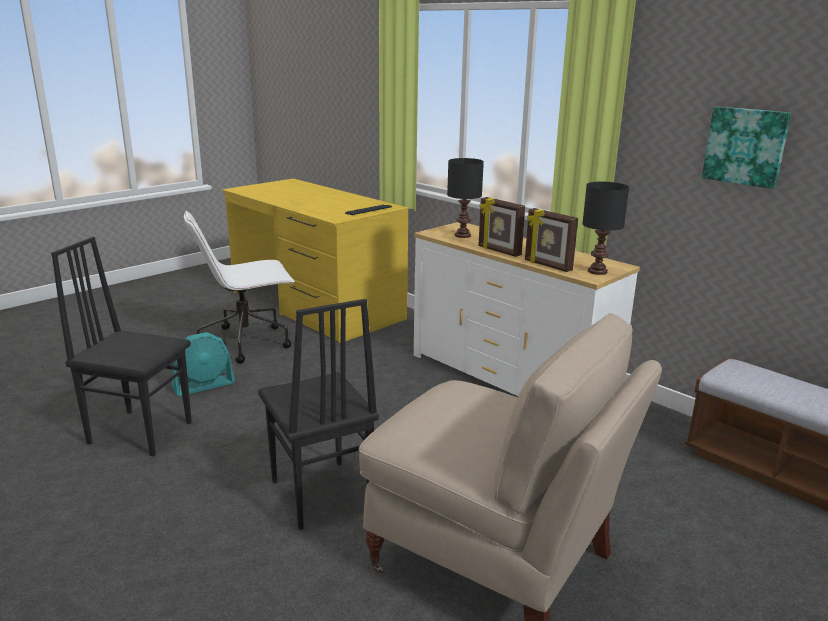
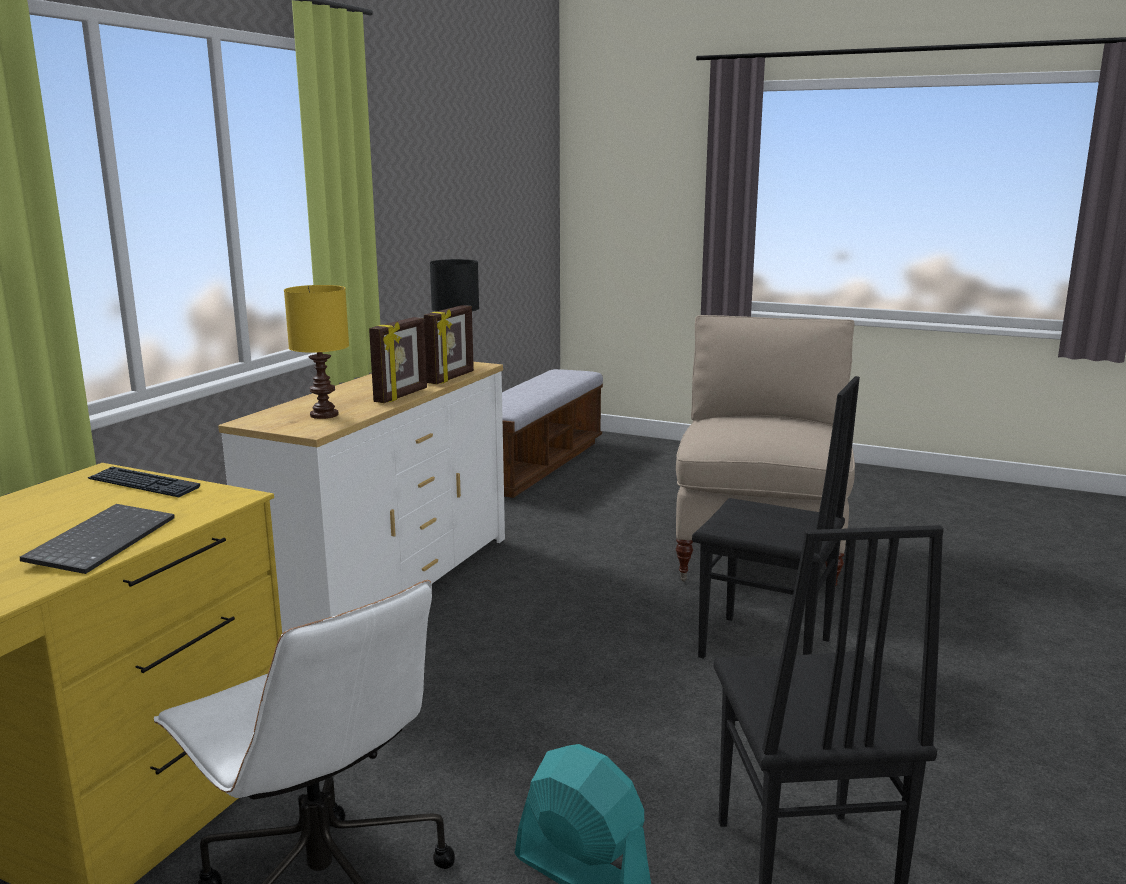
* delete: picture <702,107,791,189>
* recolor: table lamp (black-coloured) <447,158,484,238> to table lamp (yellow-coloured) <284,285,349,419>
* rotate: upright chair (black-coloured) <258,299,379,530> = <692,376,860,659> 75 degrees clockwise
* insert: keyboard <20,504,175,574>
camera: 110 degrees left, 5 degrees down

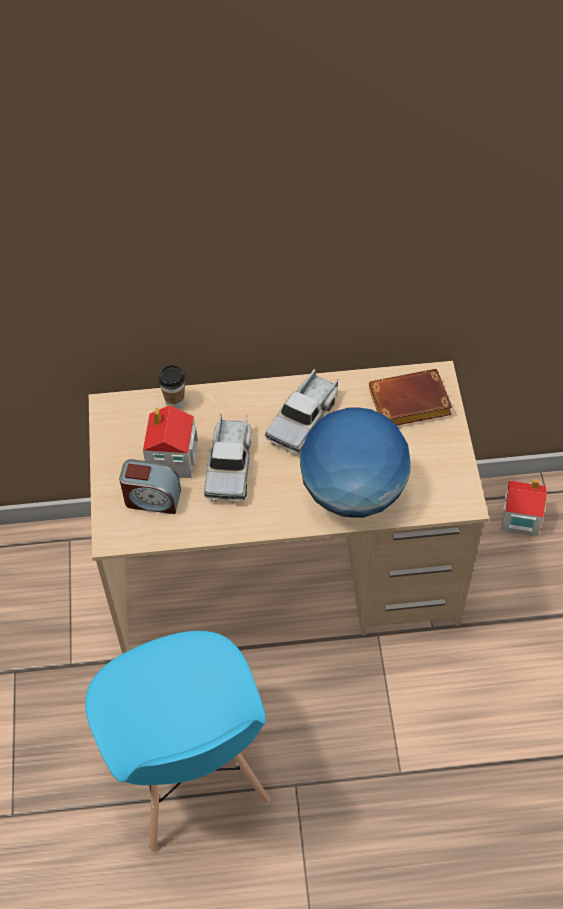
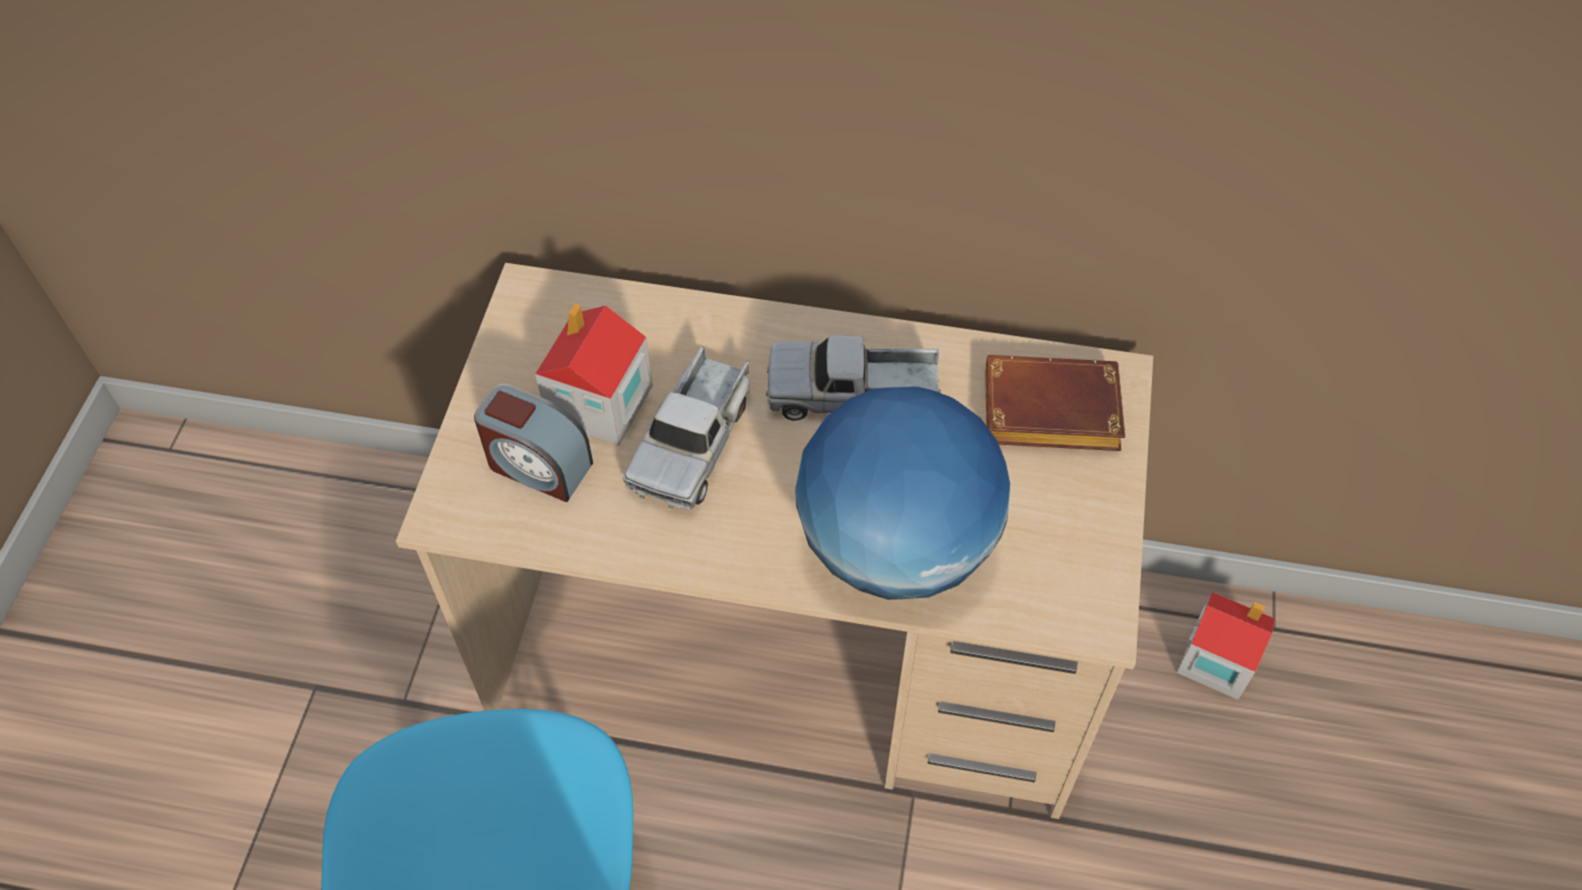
* delete: cup <158,365,185,409>
* rotate: toy truck <265,369,338,453> = <766,335,941,421> 45 degrees clockwise
camera: 15 degrees right, 0 degrees up

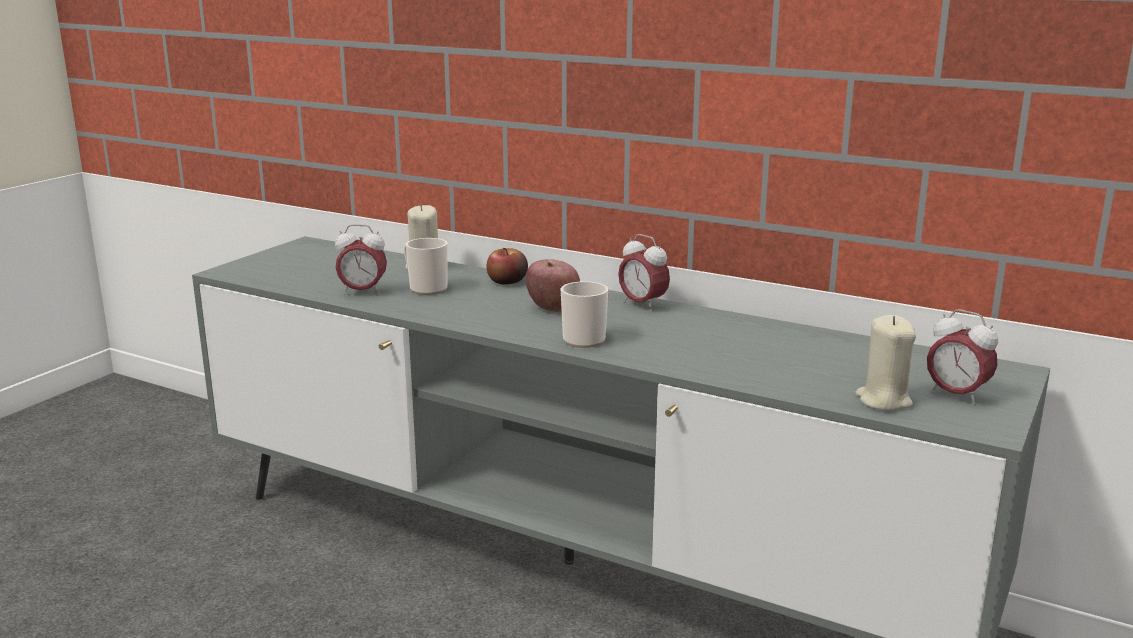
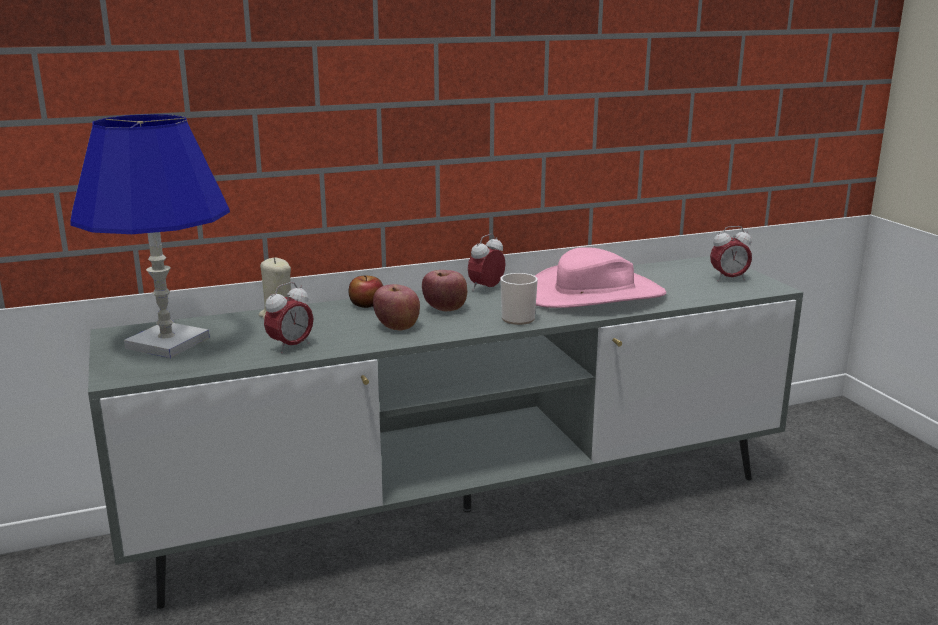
* rotate: alarm clock <618,234,670,311> = <468,234,506,291> 135 degrees clockwise
* delete: coffee mug <404,238,448,295>
* delete: candle (sand-coloured) <855,315,916,411>
* insert: table lamp (blue) <70,114,230,358>
* insert: hat (pink-coloured) <535,247,666,308>
* insert: apple fruit <373,284,420,331>
camera: 50 degrees left, 0 degrees up

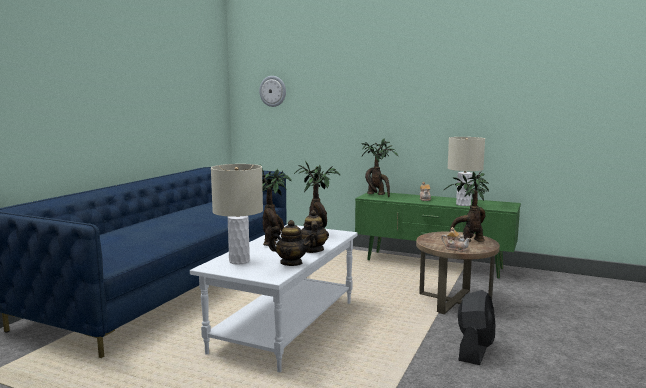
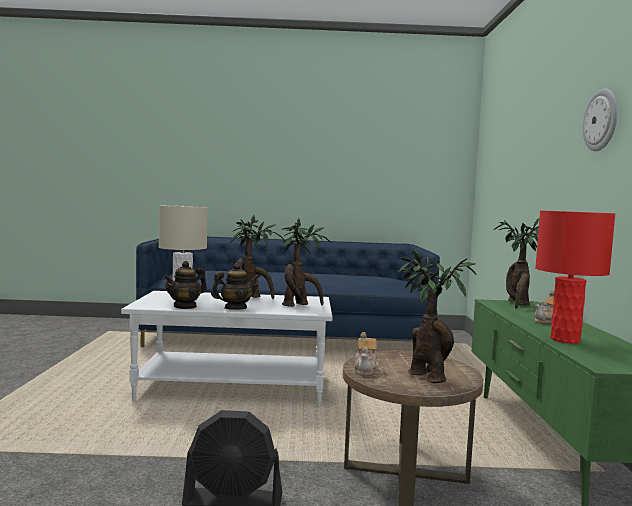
* move: hanging clock <259,76,286,107> to <583,89,618,151>
* recolor: table lamp (sand-coloured) <448,137,485,206> to table lamp (red) <535,210,616,344>
* rotate: pot for tea <269,220,314,266> = <163,261,207,309> 45 degrees clockwise
camera: 65 degrees right, 5 degrees down

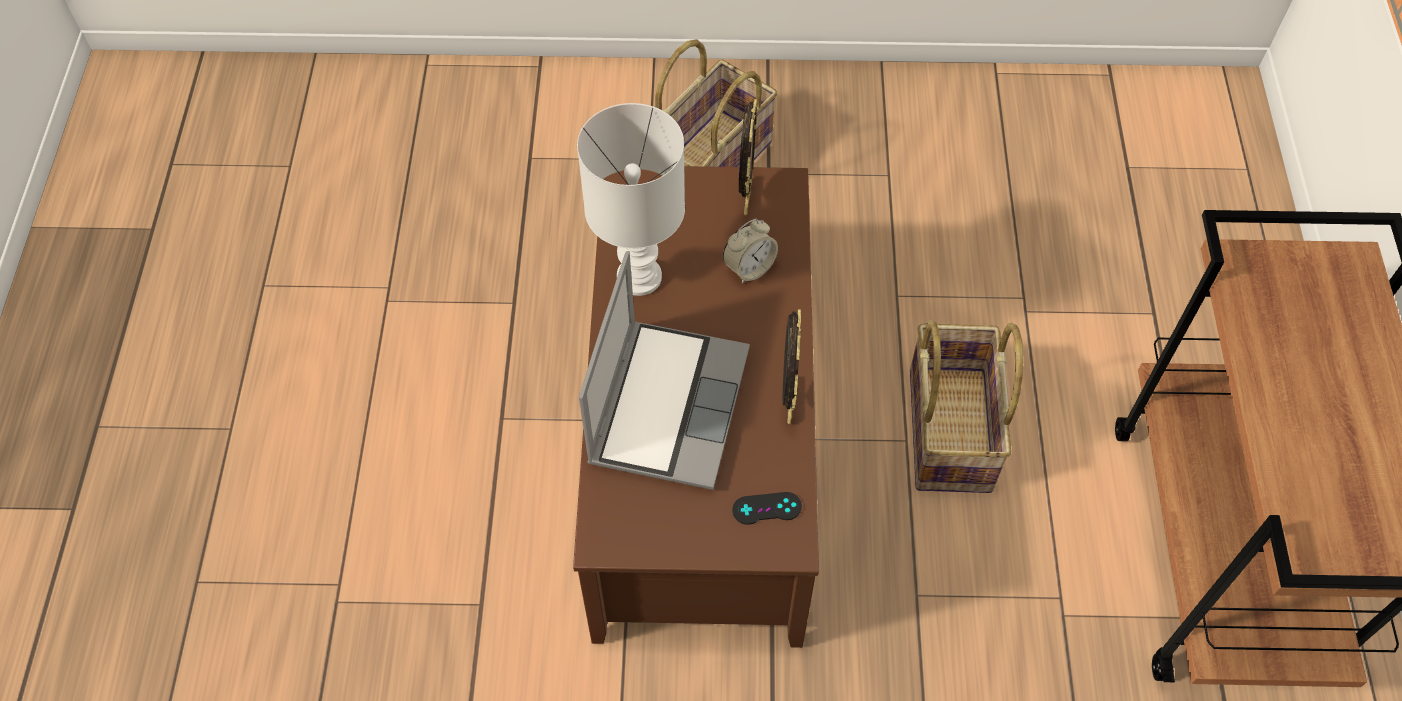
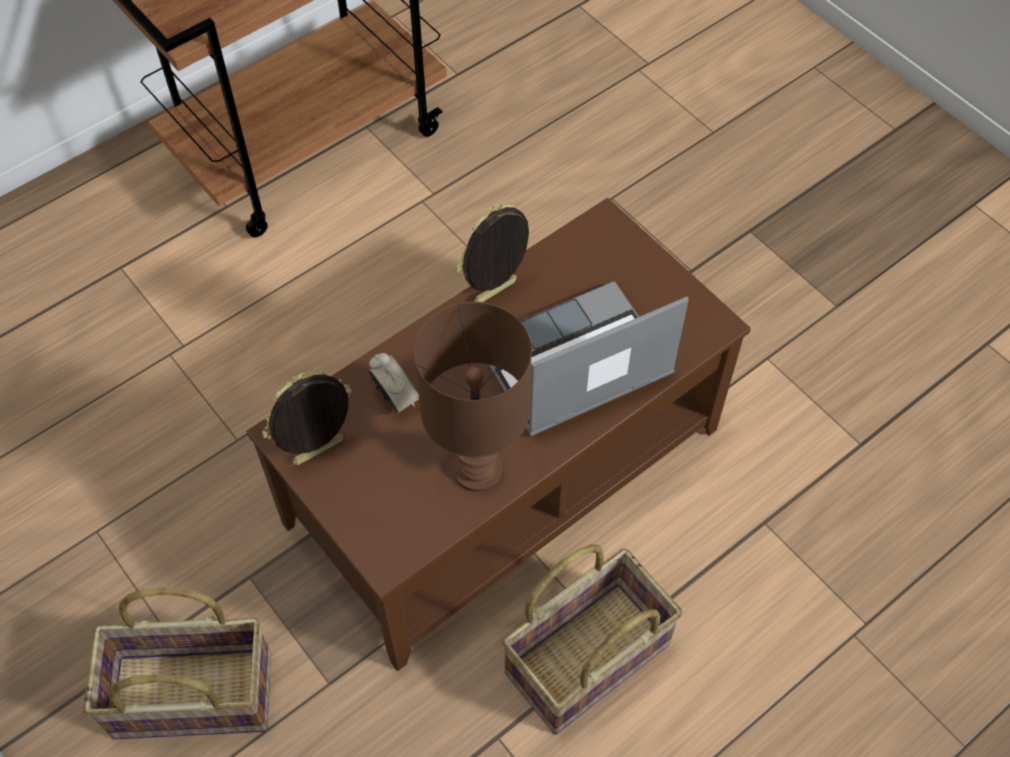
* recolor: table lamp (whitish) <577,103,685,296> to table lamp (brown) <414,302,532,492>
* rotate: alarm clock <723,219,778,283> = <368,353,419,414> 45 degrees clockwise
* move: household basket <910,320,1023,493> to <502,544,682,734>
* delete: gamepad (black-coloured) <732,492,802,525>
camera: 130 degrees left, 0 degrees up

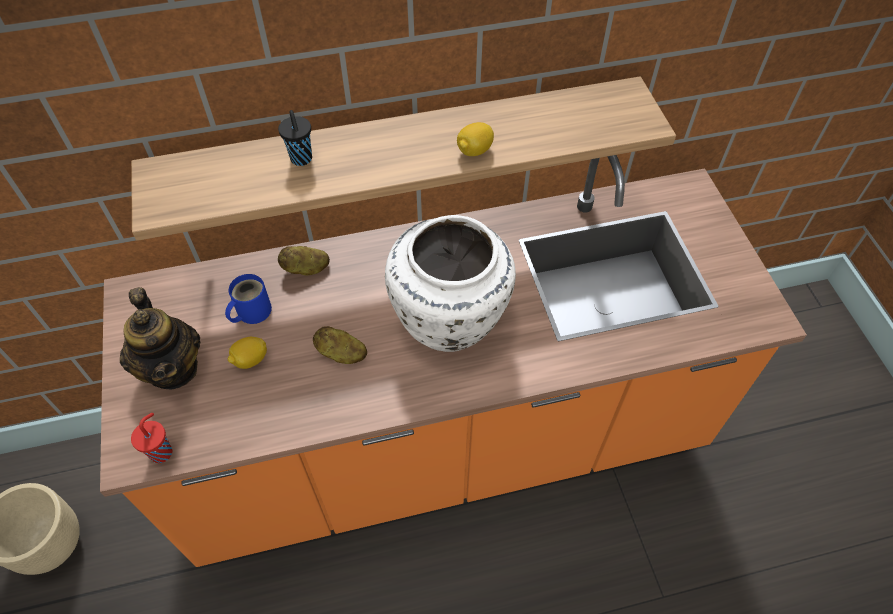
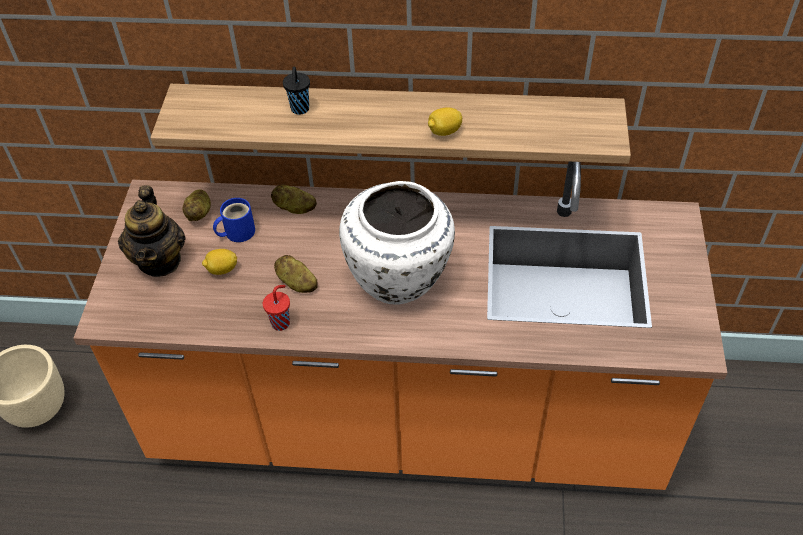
* move: cup (red) <131,413,172,463> to <263,285,290,331>
* insert: spud <182,189,211,221>
camera: 20 degrees right, 5 degrees down

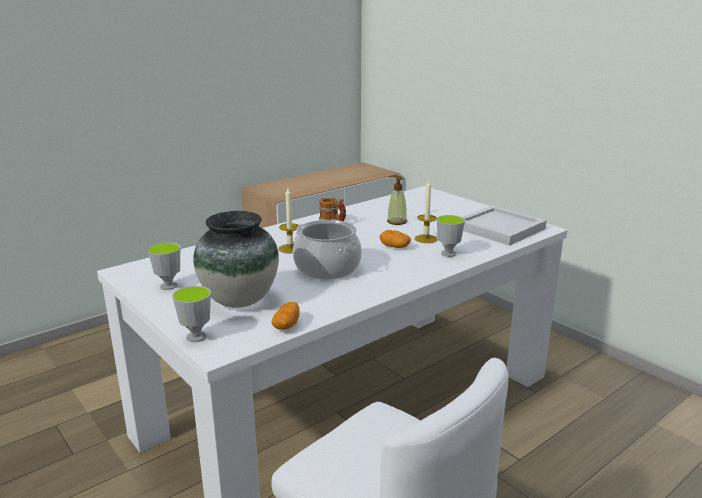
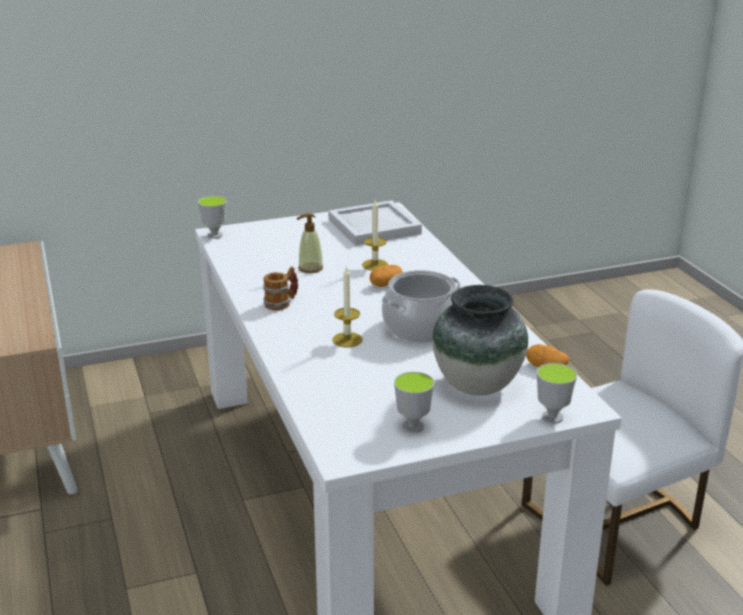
* move: cup <437,215,465,257> to <198,196,227,239>
camera: 70 degrees left, 5 degrees up

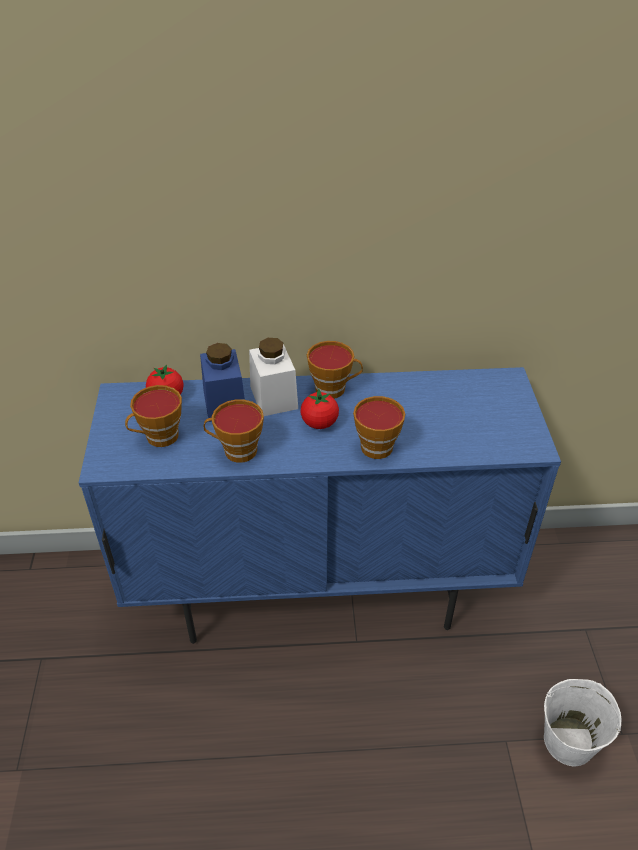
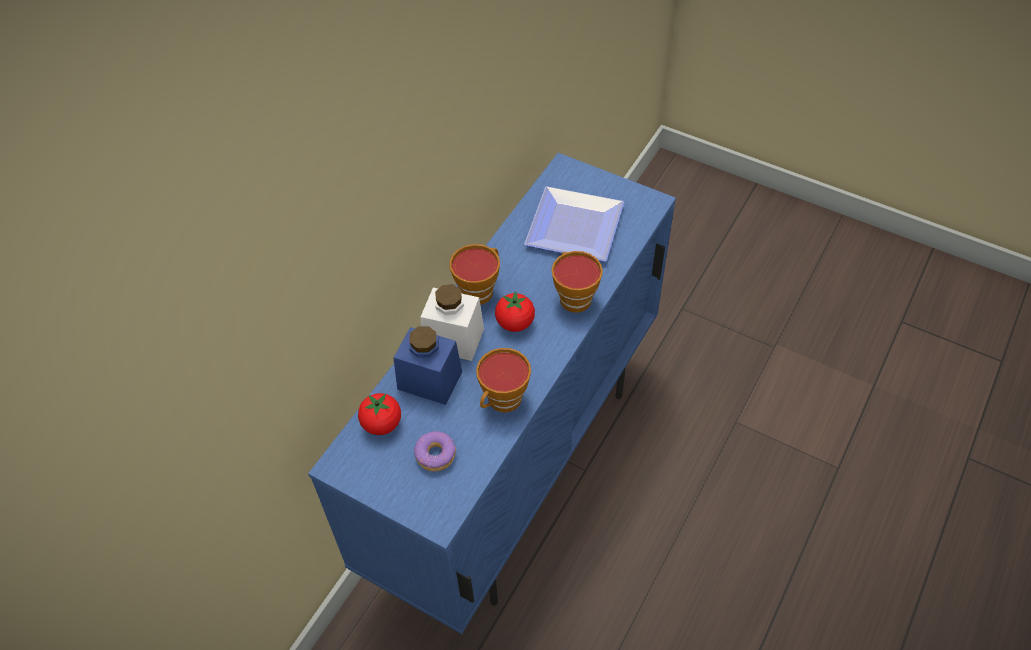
* replace: cup <125,385,182,447> to donut <414,431,456,472>
* delete: bucket (whitish) <544,679,621,766>
* insert: dinner plate <524,186,624,261>
camera: 55 degrees left, 10 degrees up

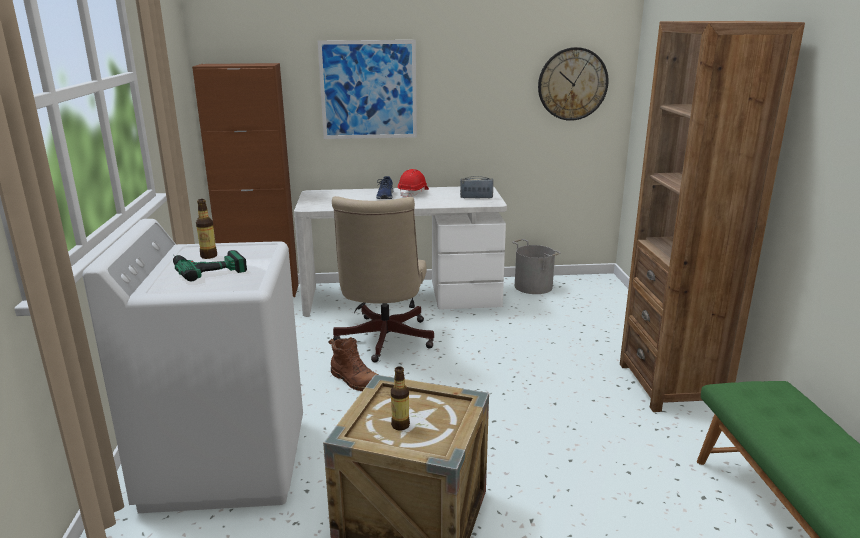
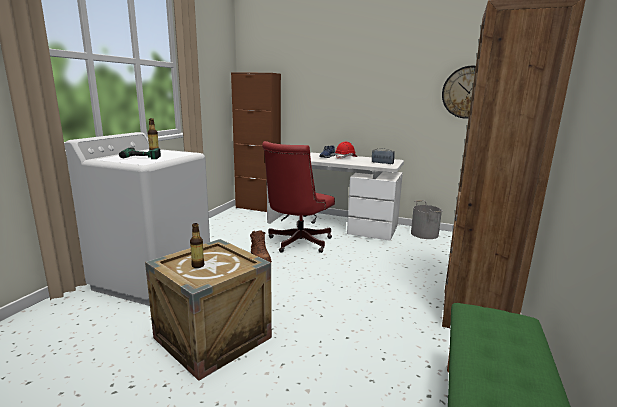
* delete: picture <318,40,417,139>
* recolor: office chair (sand-coloured) <332,196,434,363> to office chair (red) <262,141,335,253>
camera: 25 degrees right, 5 degrees down

